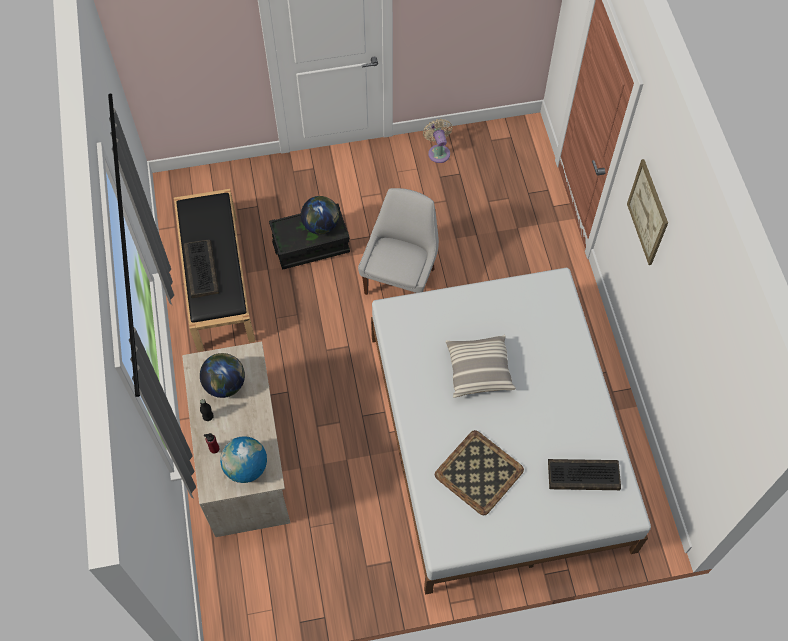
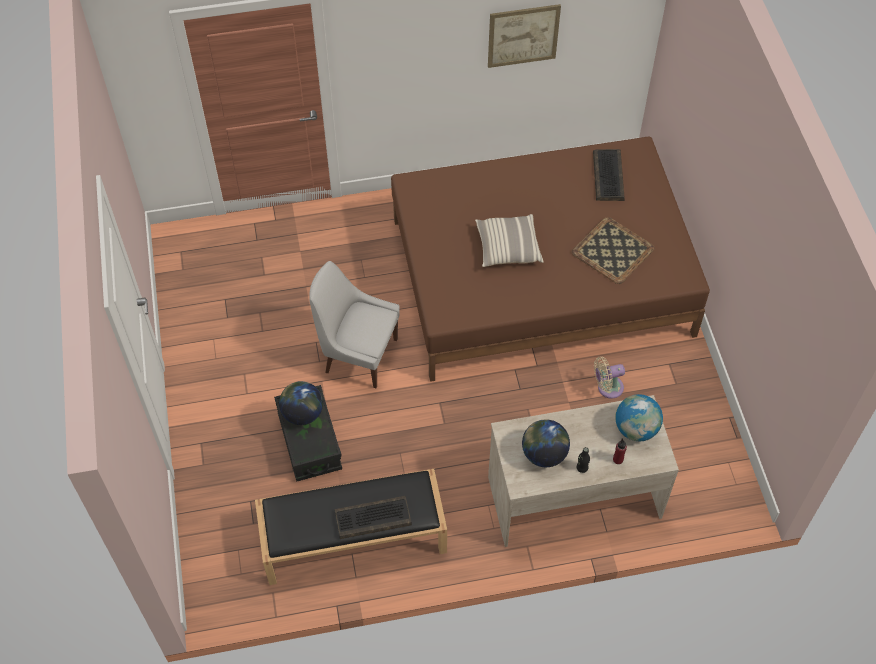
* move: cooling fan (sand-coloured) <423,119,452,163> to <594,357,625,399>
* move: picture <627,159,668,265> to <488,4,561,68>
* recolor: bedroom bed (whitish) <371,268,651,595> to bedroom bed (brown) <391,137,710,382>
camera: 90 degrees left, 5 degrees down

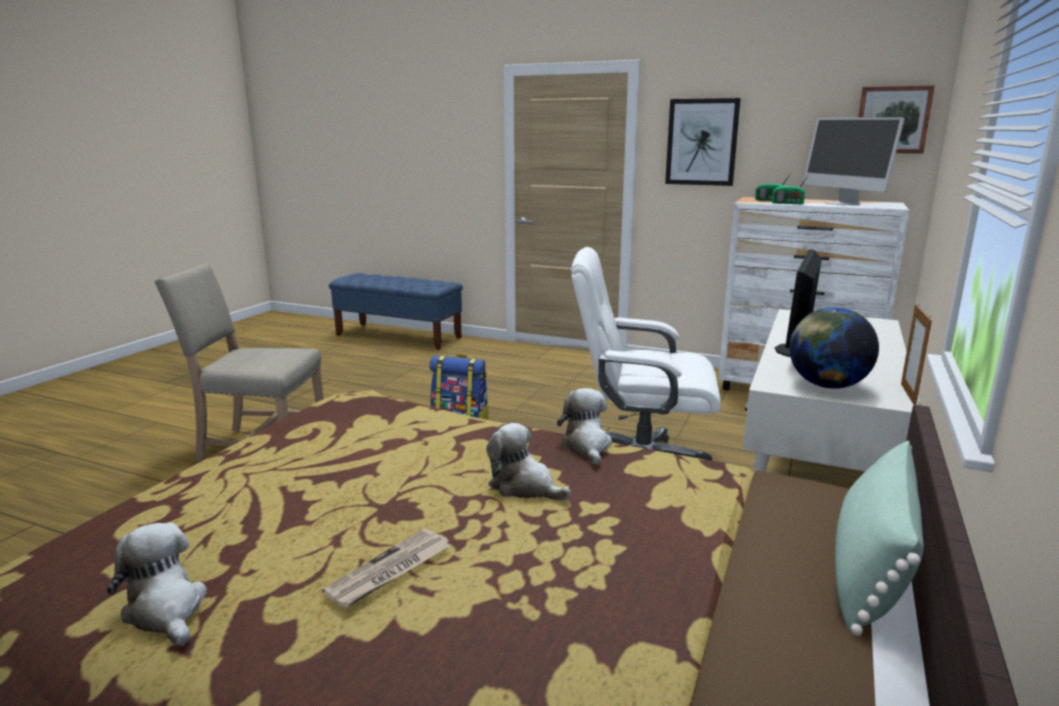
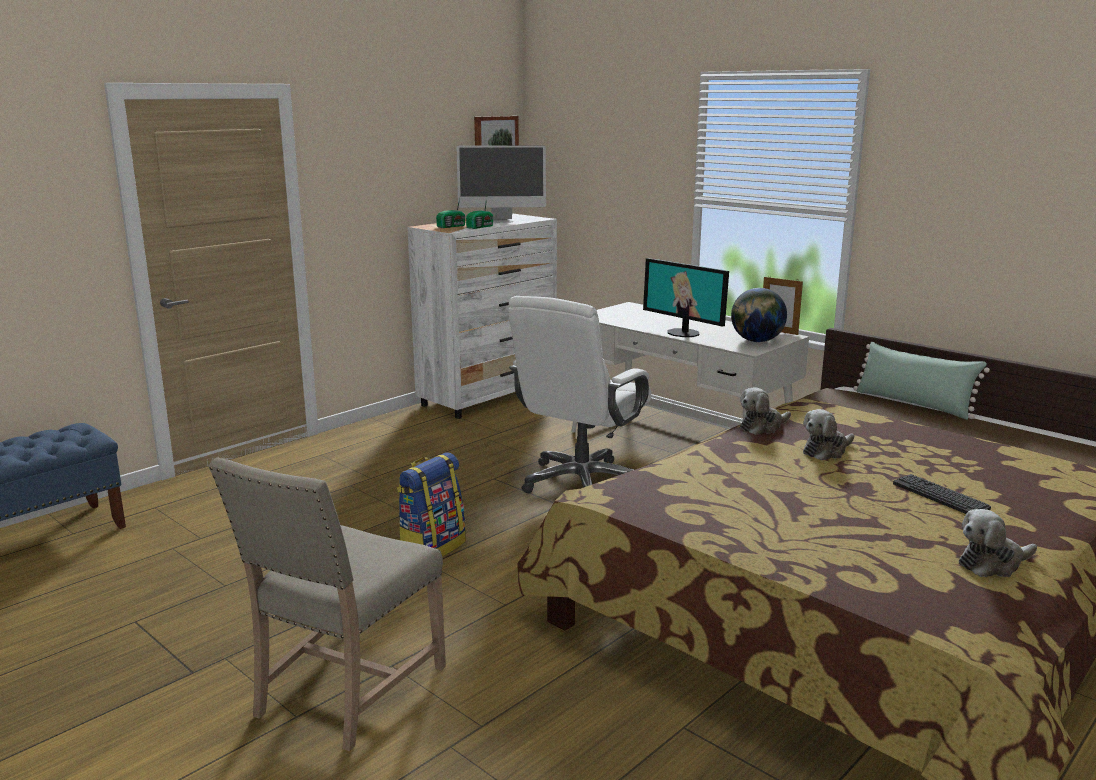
* delete: picture <665,98,741,186>
* rotate: soft toy <557,388,612,465> = <740,387,791,435> 45 degrees counterclockwise
* replace: printed paper <322,528,451,609> to keyboard <893,474,991,514>
camera: 70 degrees left, 0 degrees up

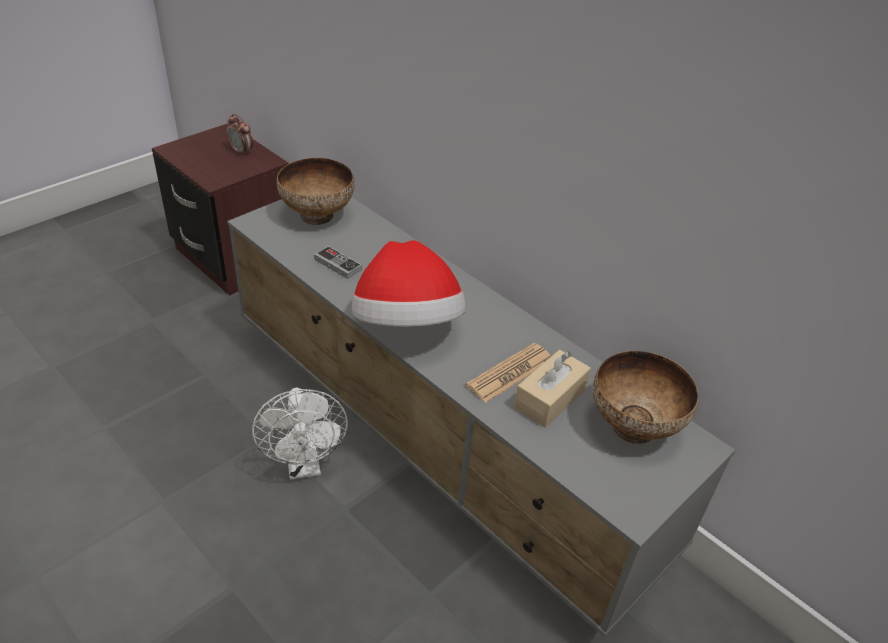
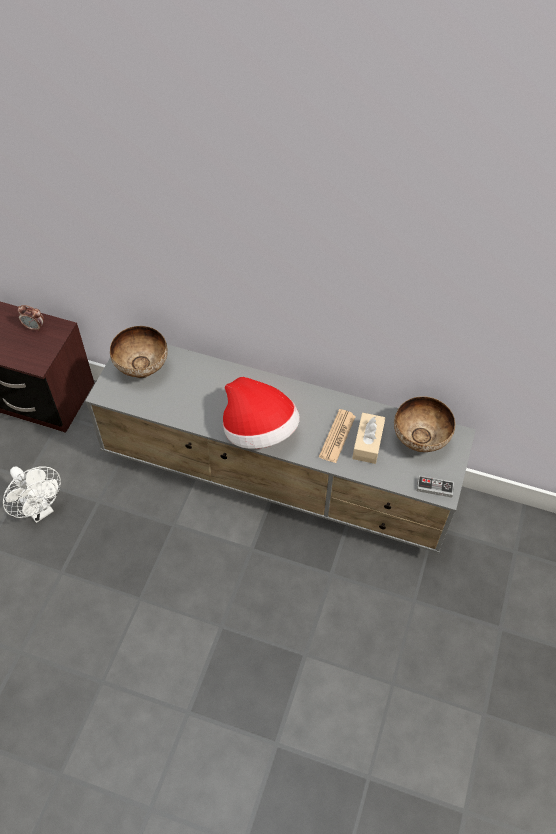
* move: gamepad <314,246,362,279> to <417,476,454,498>
* move: cooling fan (whitish) <252,388,348,480> to <3,466,61,523>
camera: 25 degrees left, 15 degrees up

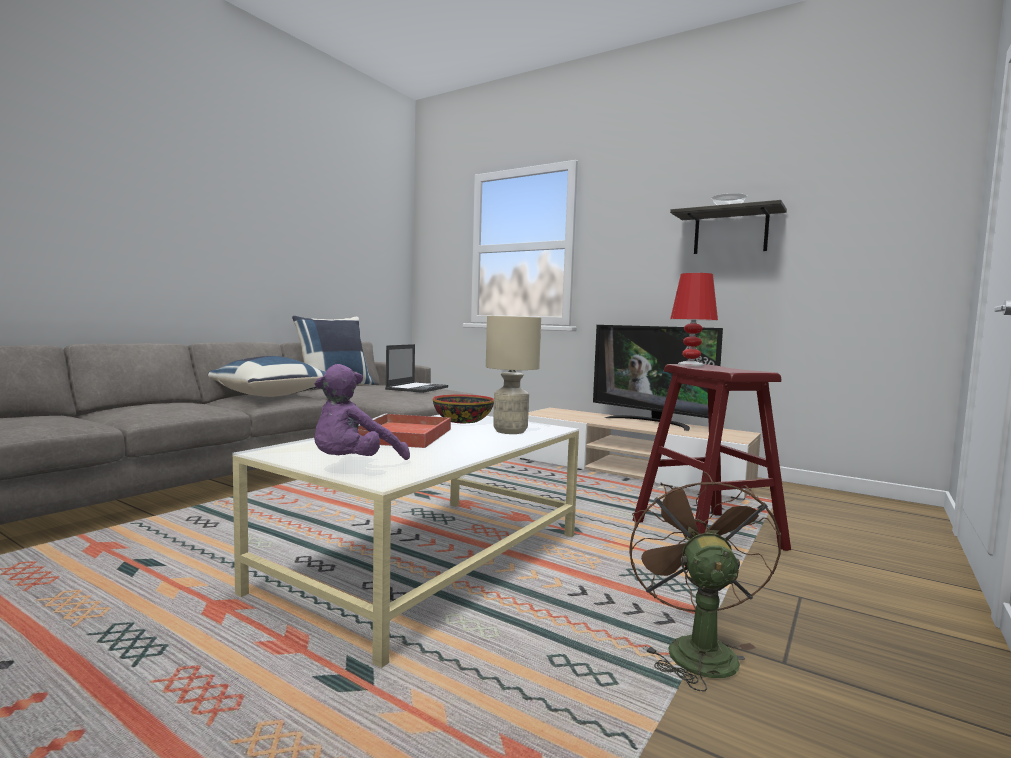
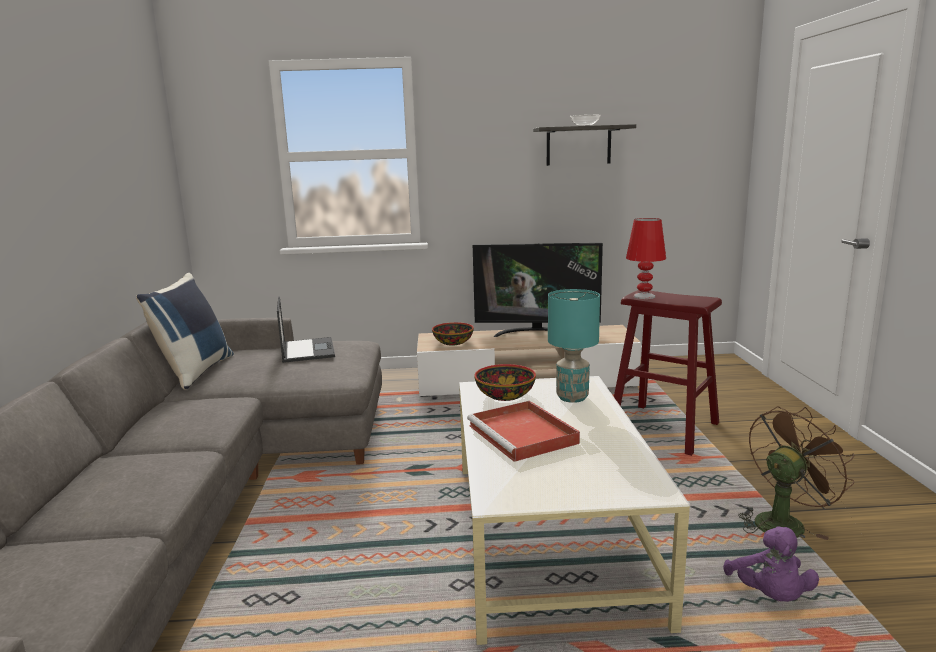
* recolor: table lamp (sand-coloured) <486,316,541,434> to table lamp (turquoise) <548,289,600,403>
* delete: throw pillow (blue) <208,356,326,397>
* move: soft toy (purple) <314,364,410,460> to <723,527,819,602>
* rotate: cooling fan (brown) <629,472,781,692> = <738,406,854,540> 90 degrees clockwise
* insert: deep dish <432,322,474,346>
camera: 35 degrees left, 10 degrees up

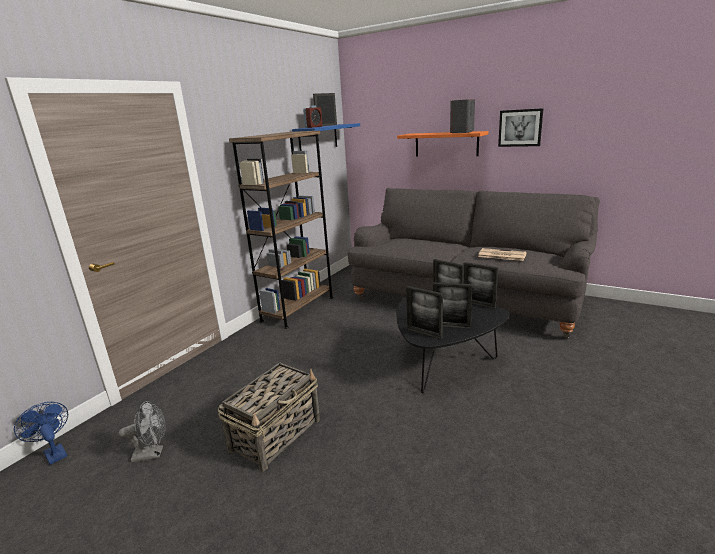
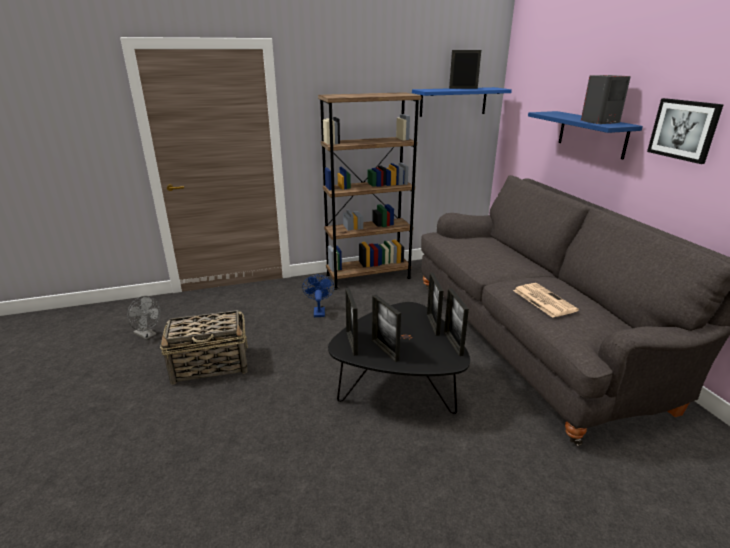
* delete: alarm clock <303,105,323,128>
* recolor: bracket shelf (orange-coloured) <397,131,488,156> to bracket shelf (blue) <528,111,643,159>
* move: cooling fan (blue) <14,402,68,465> to <302,275,334,317>
camera: 40 degrees right, 5 degrees up

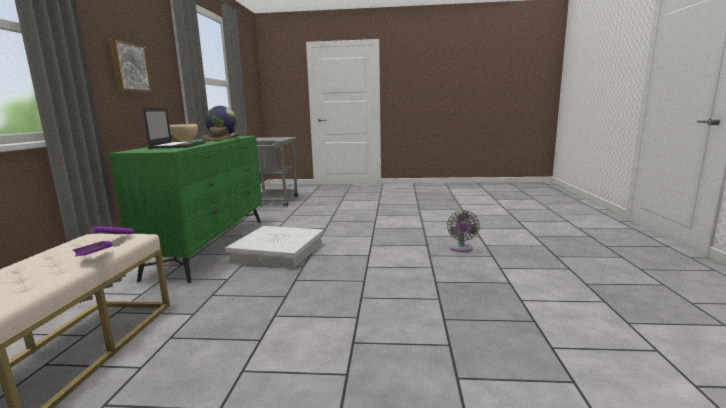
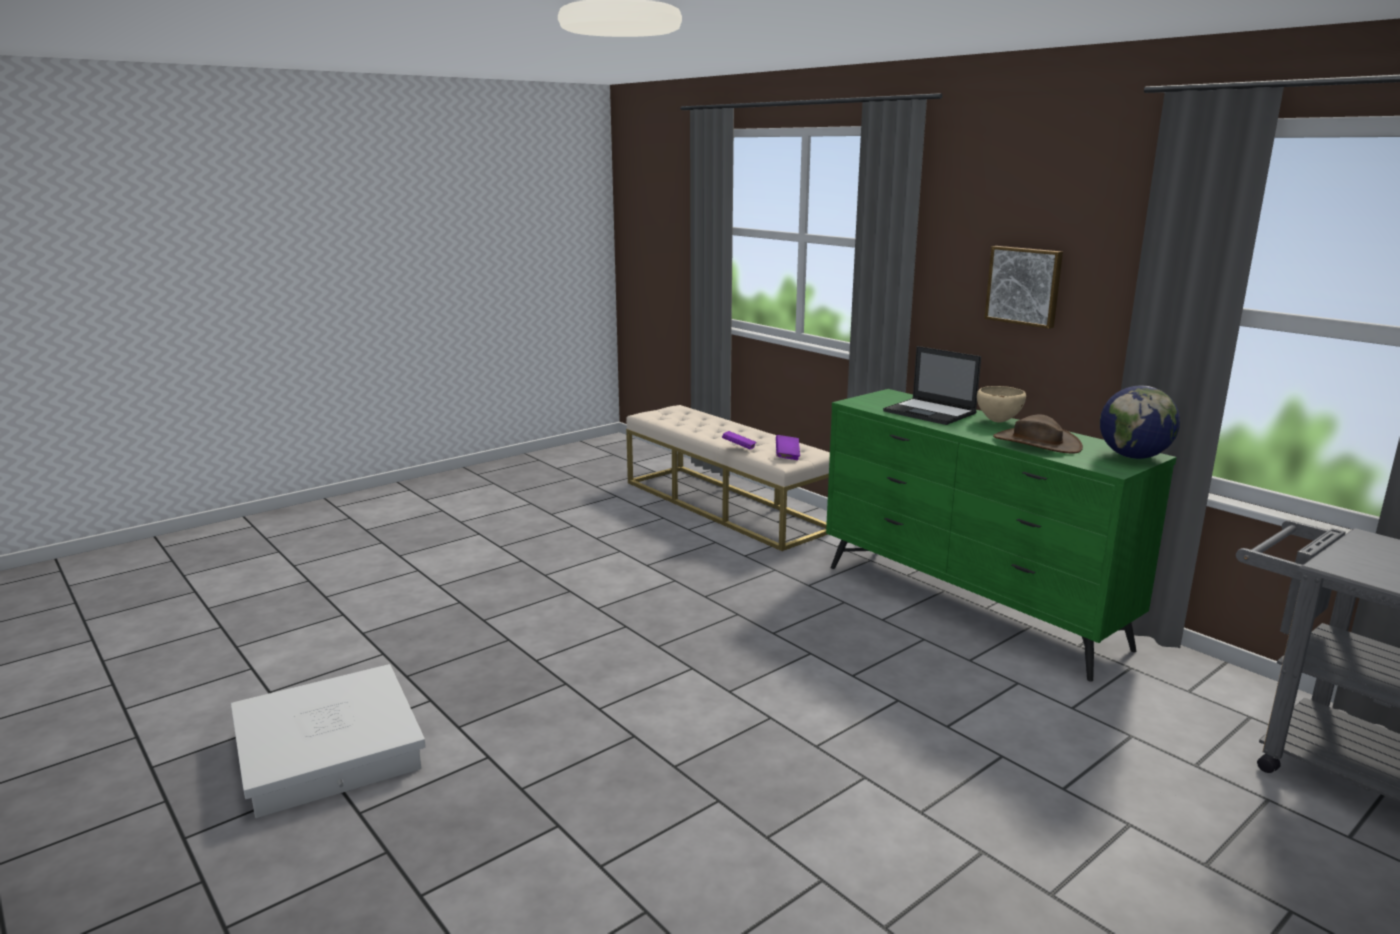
* delete: cooling fan (greyish) <447,210,480,252>
* move: storage container (whitish) <225,226,324,269> to <231,664,426,818>
camera: 135 degrees right, 5 degrees up

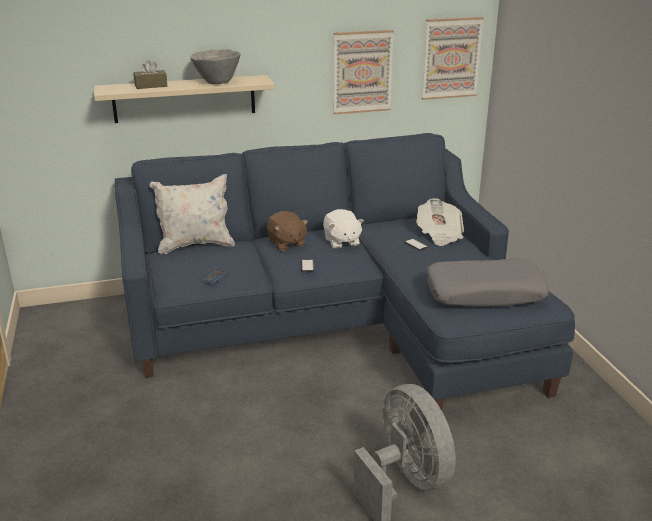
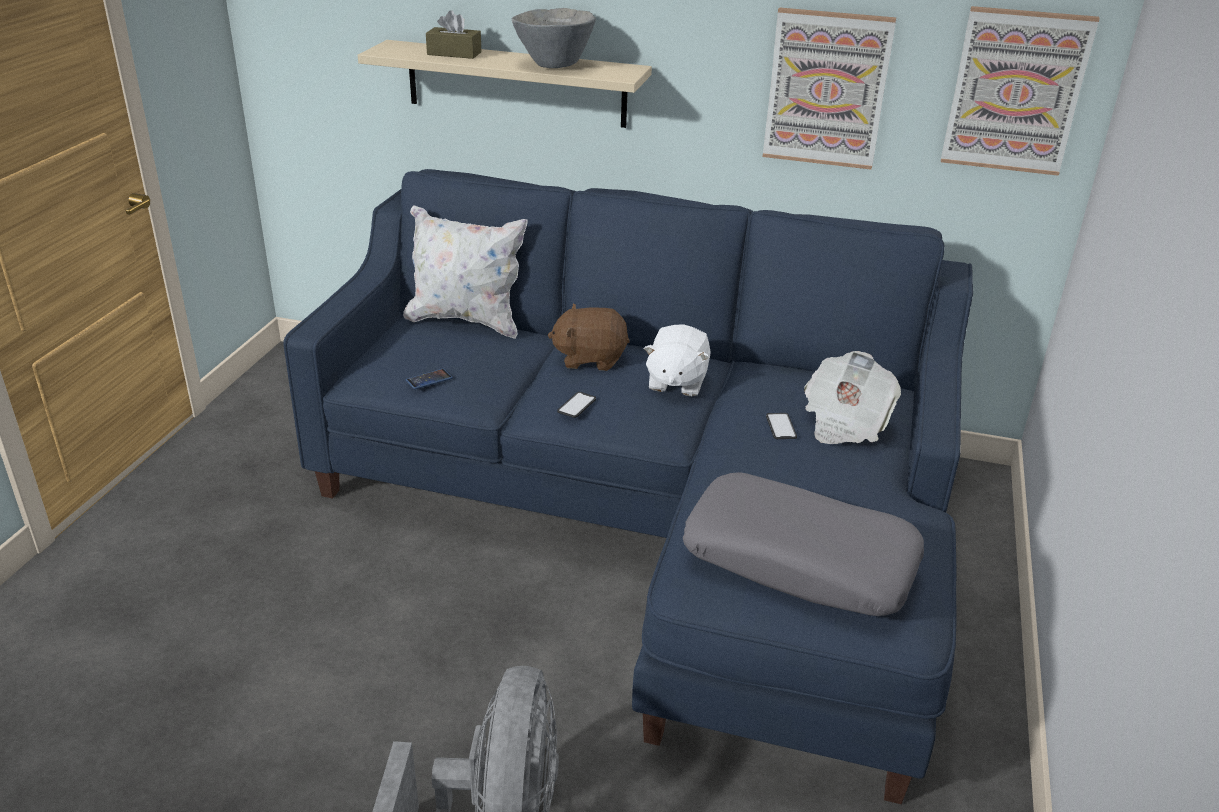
* rotate: soft toy (brown) <267,211,308,251> = <548,304,630,371> 90 degrees clockwise
camera: 30 degrees right, 5 degrees up

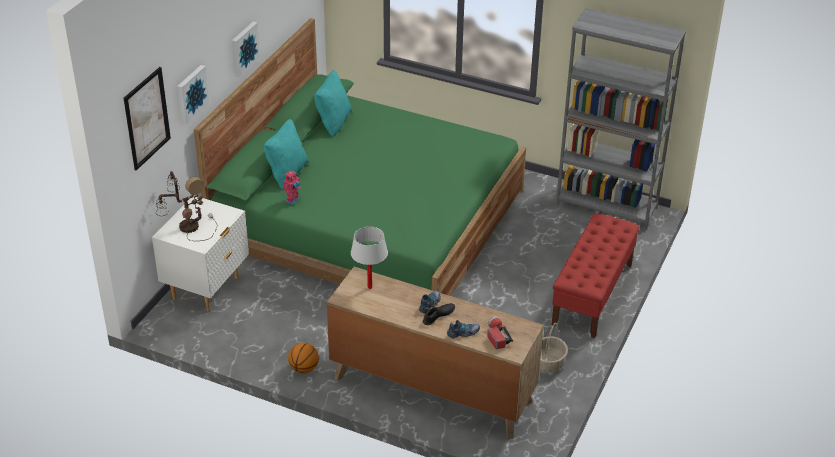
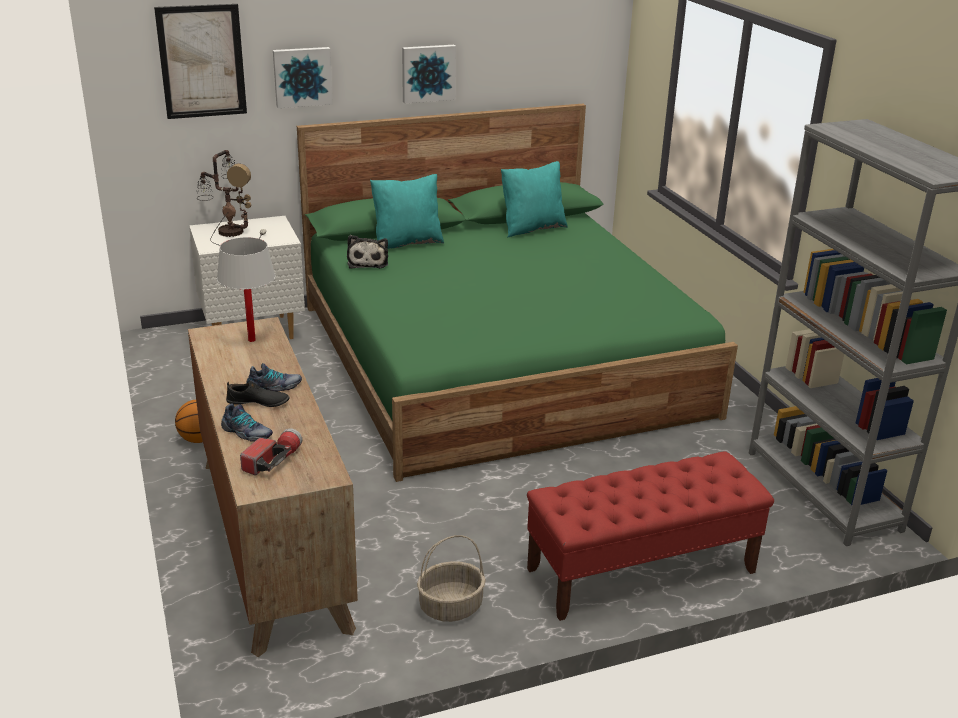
* replace: model robot <283,170,301,205> to soft toy <347,235,388,269>
camera: 45 degrees right, 10 degrees down

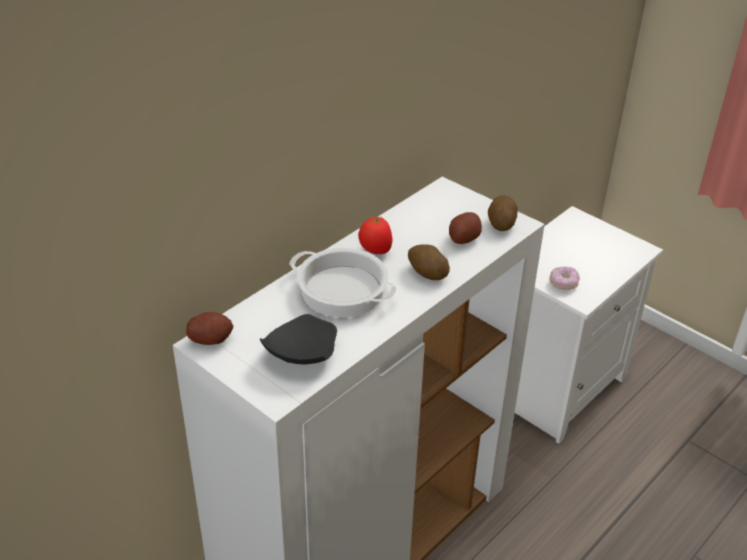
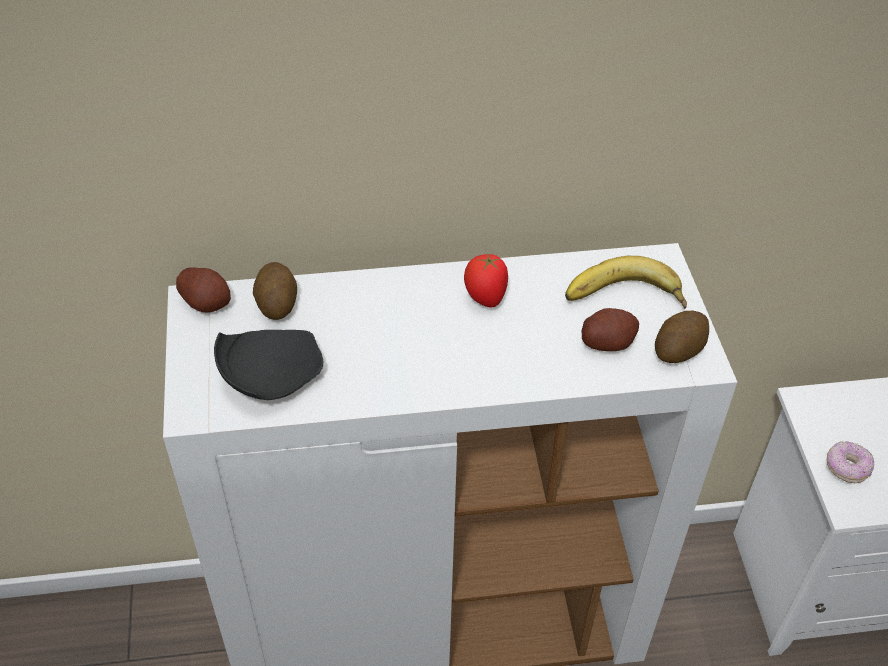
* move: spud <408,244,450,280> to <253,262,297,320>
* delete: stockpot <289,248,397,317>
* insert: banana fruit <565,256,687,309>
camera: 40 degrees right, 10 degrees up

